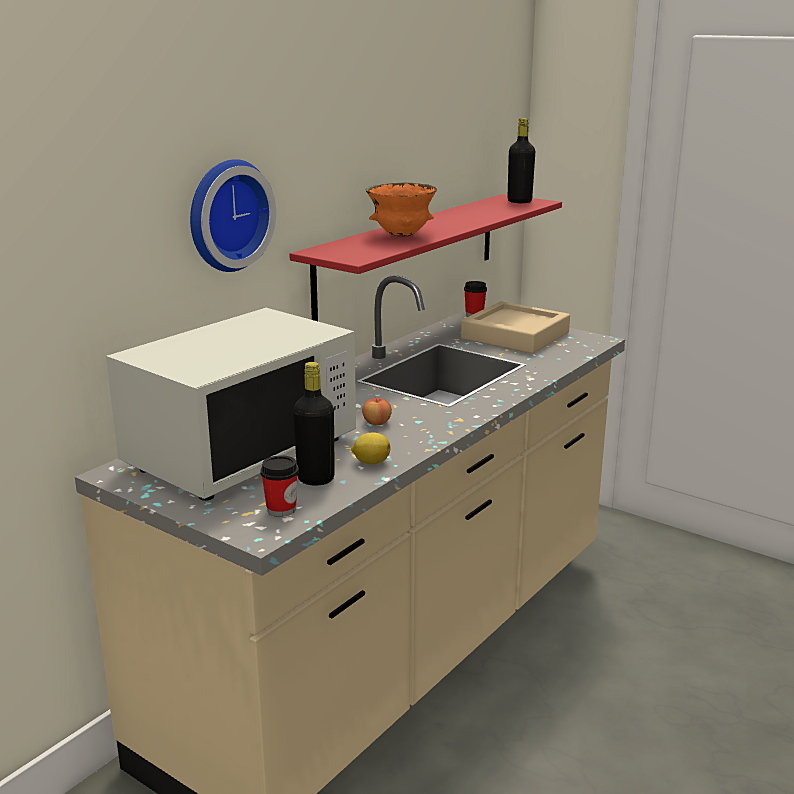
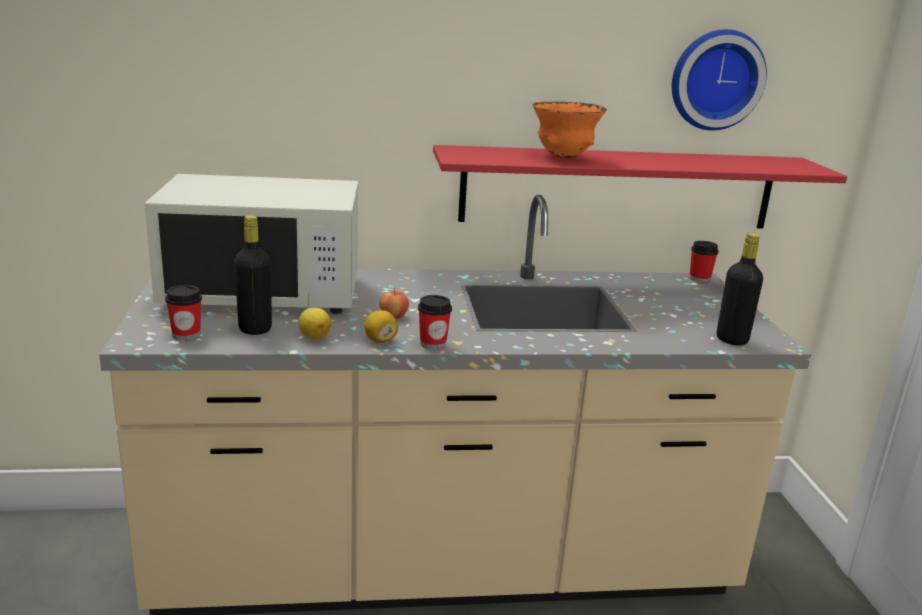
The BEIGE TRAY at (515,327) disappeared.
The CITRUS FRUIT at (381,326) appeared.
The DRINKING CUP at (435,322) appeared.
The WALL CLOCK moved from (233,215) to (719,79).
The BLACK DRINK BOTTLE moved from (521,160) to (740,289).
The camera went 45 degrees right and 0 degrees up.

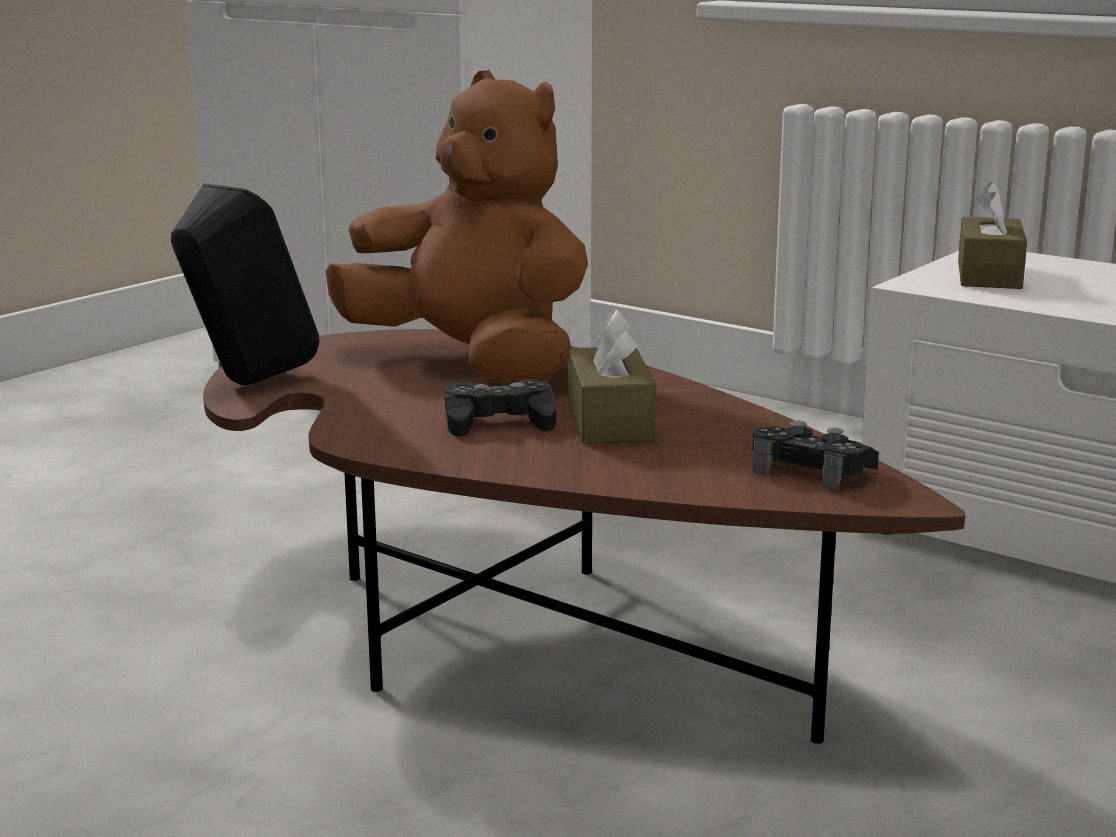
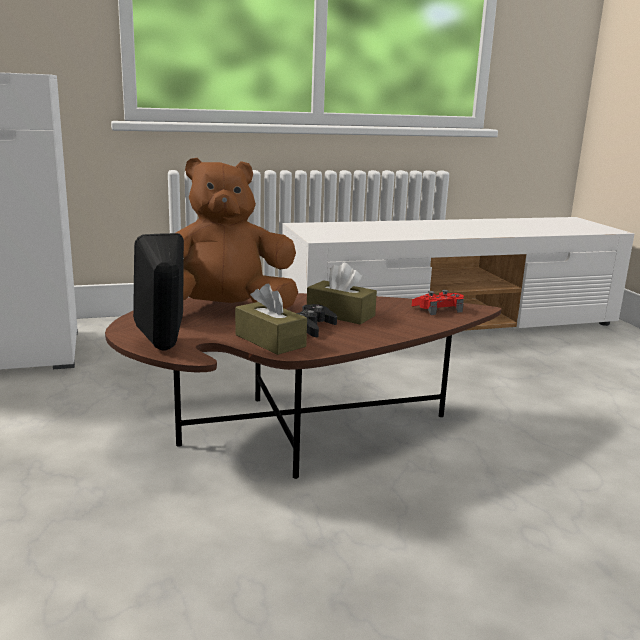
The BROWN-COLOURED BOX OF TISSUES moved from (992,235) to (271,319).
The BLACK GAME CONTROLLER at (815,455) became the RED-COLOURED GAME CONTROLLER at (438,302).
The camera went 55 degrees left and 0 degrees up.

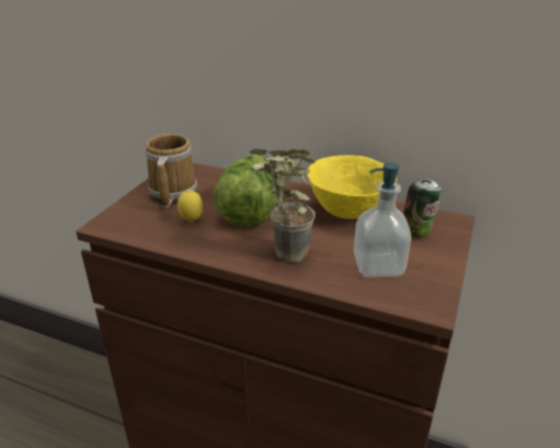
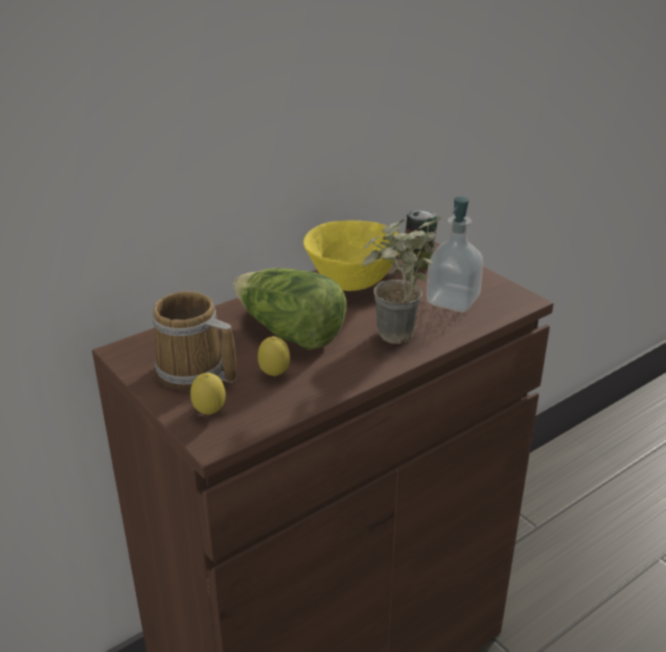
The CITRUS FRUIT at (208,394) appeared.
The camera went 60 degrees left and 0 degrees up.

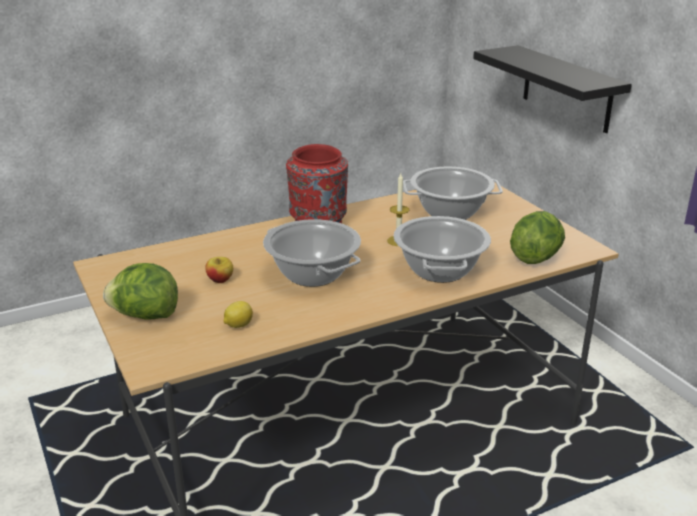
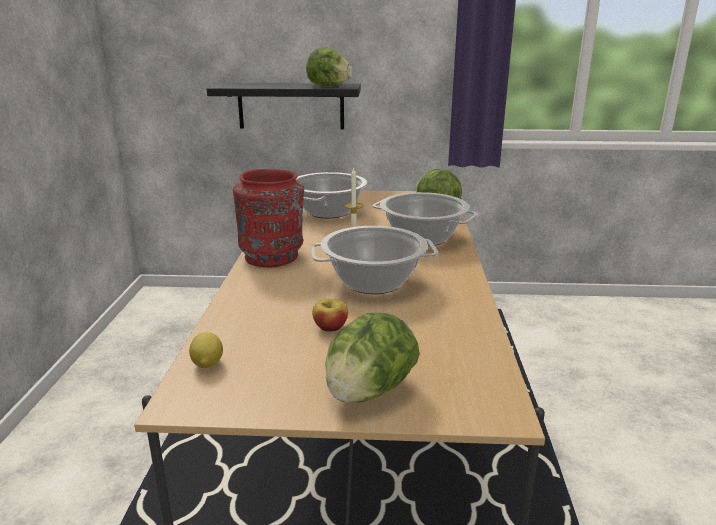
The HEAD OF LETTUCE at (329,67) appeared.
The CITRUS FRUIT moved from (238,314) to (206,350).
The camera went 60 degrees left and 5 degrees down.

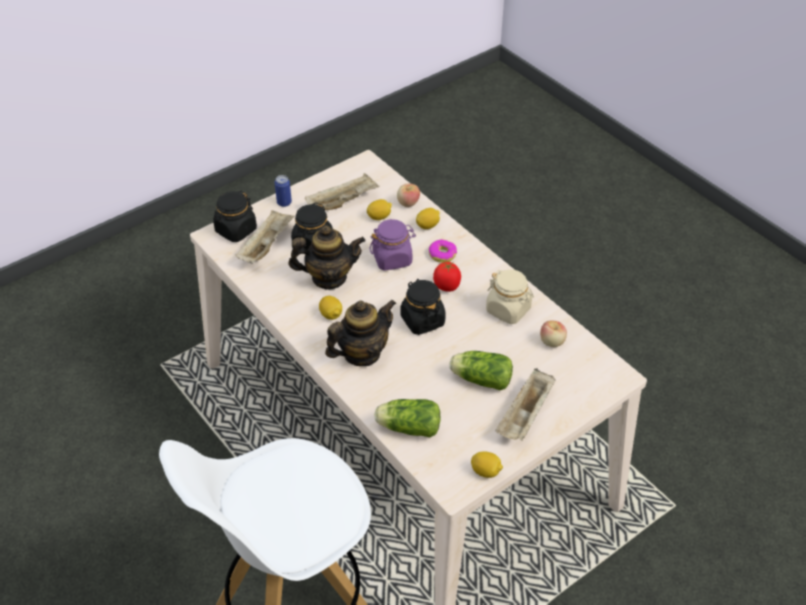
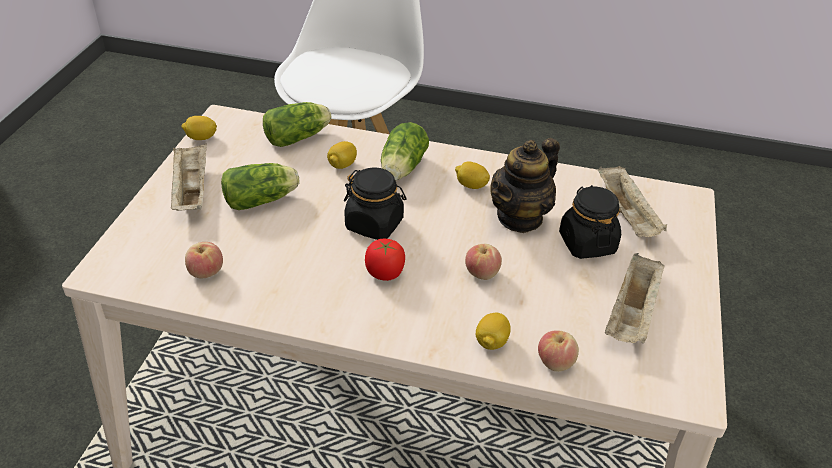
The BLACK STORAGE JAR at (235,216) disappeared.
The SEALED CAN at (283,191) disappeared.
The DONUT at (442,251) disappeared.
The BEIGE STORAGE JAR at (510,297) disappeared.
The CITRUS FRUIT moved from (379,209) to (342,155).
The POT FOR TEA at (360,333) was replaced by the HEAD OF LETTUCE at (405,151).
The PURPLE-COLOURED STORAGE JAR at (392,245) was replaced by the APPLE at (483,262).
The camera went 140 degrees right and 5 degrees down.

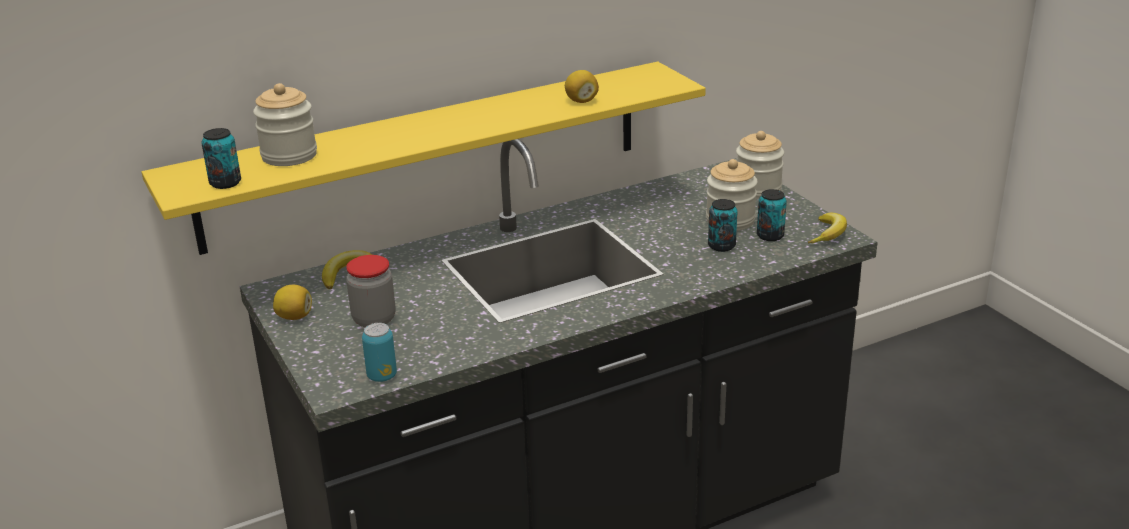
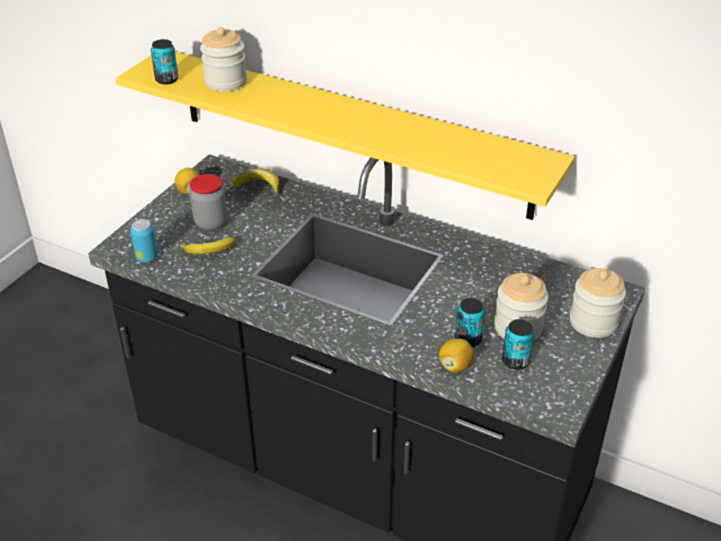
The CITRUS FRUIT moved from (582,86) to (456,355).
The BANANA moved from (827,228) to (207,245).
The camera went 55 degrees right and 10 degrees up.

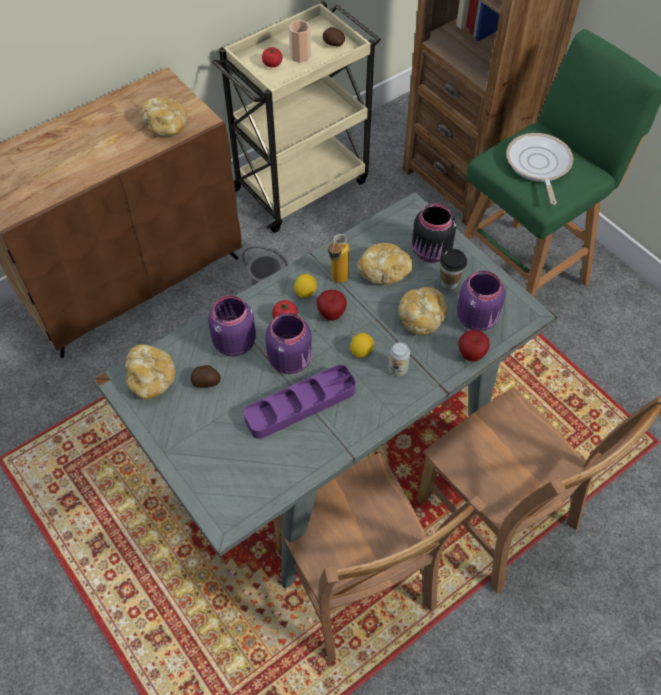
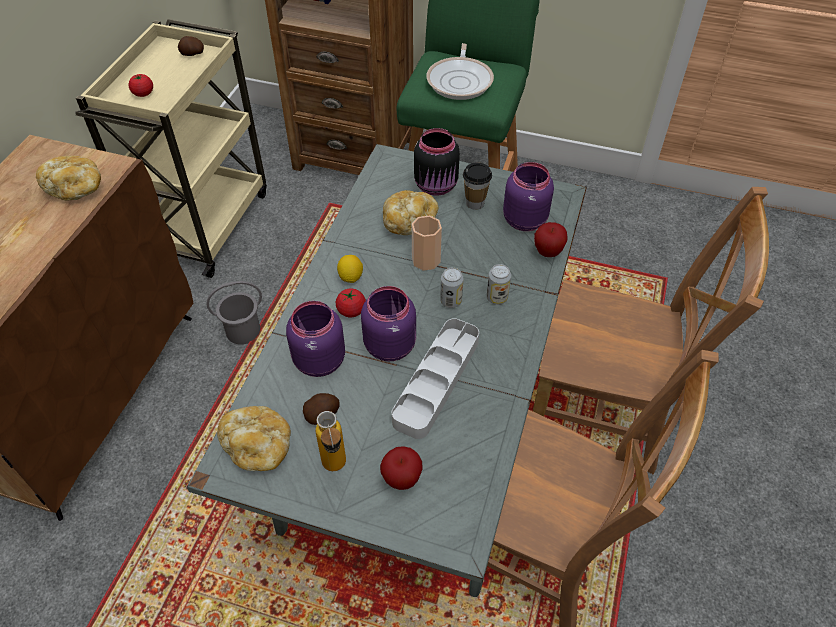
The BAKERY BREAD at (422,311) disappeared.
The DRINKING CUP moved from (300,41) to (427,243).
The APPLE moved from (331,305) to (401,468).
The DRINK BOTTLE moved from (338,258) to (331,441).
The CITRUS FRUIT at (362,345) was replaced by the SEALED CAN at (451,287).
The PURPLE-COLOURED TRAY at (300,402) became the GRAY TRAY at (435,378).
The FRYING PAN at (539,169) turned 135 degrees counterclockwise.
The camera went 35 degrees left and 5 degrees down.

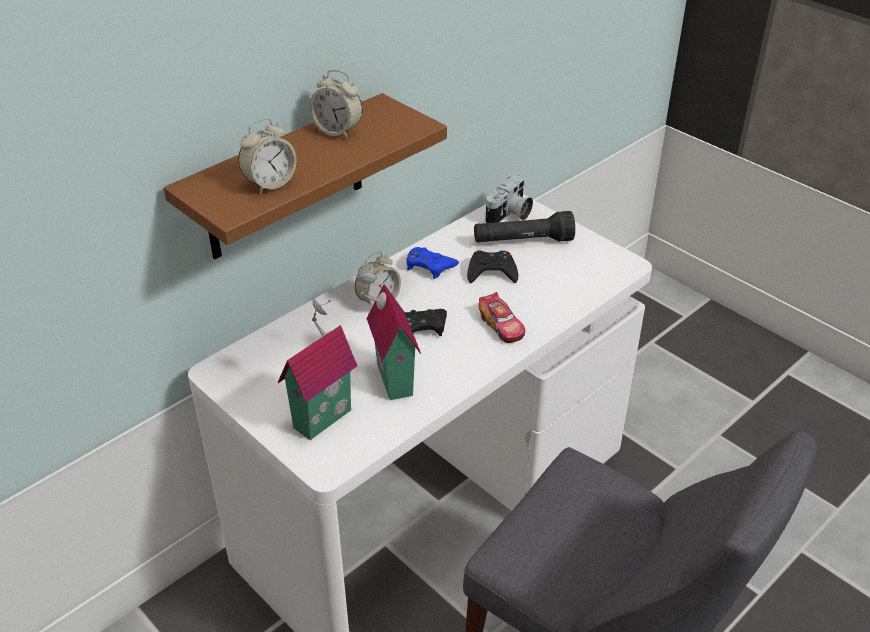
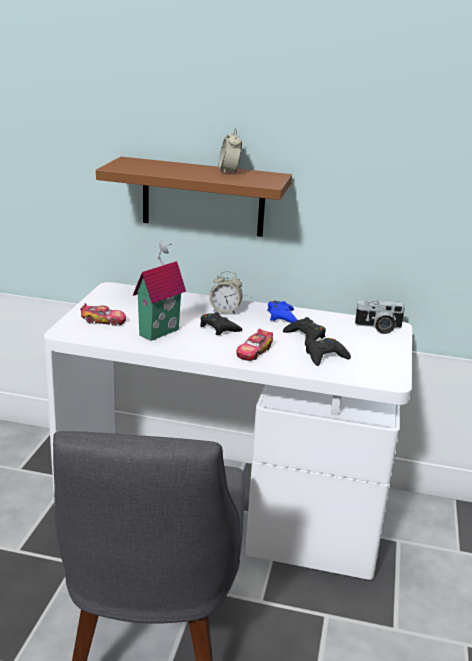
The BEDSIDE CLOCK at (267,156) disappeared.
The BLACK TORCH at (524,226) disappeared.
The BLACK GAME CONTROLLER at (328,352) appeared.
The TOY HOUSE at (317,369) was replaced by the TOY CAR at (103,314).
The camera went 55 degrees right and 15 degrees down.

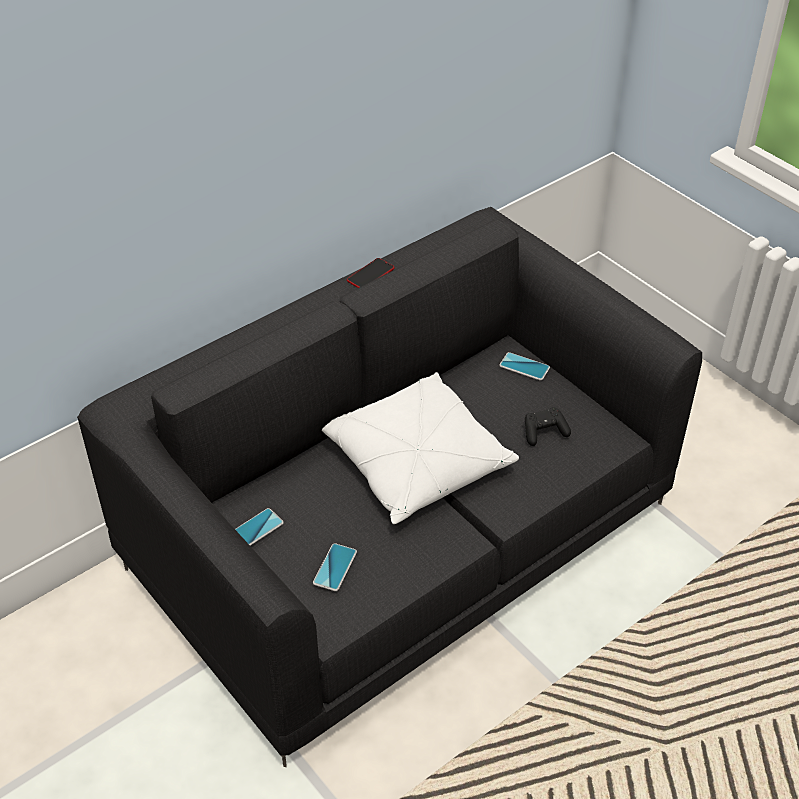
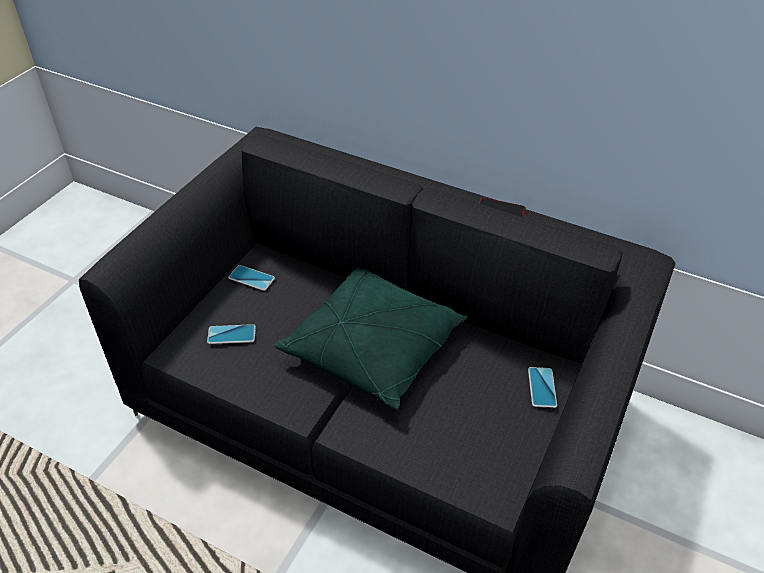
The BLACK GAME CONTROLLER at (548,426) disappeared.
The WHITE-COLOURED CUSHION at (420,448) became the GREEN-COLOURED CUSHION at (371,339).
The camera went 65 degrees right and 0 degrees up.

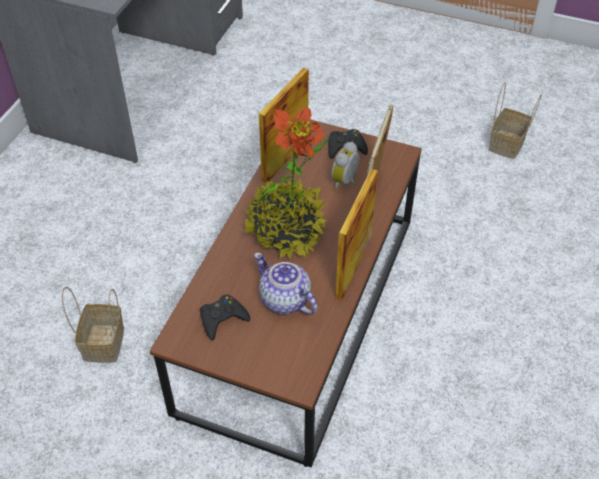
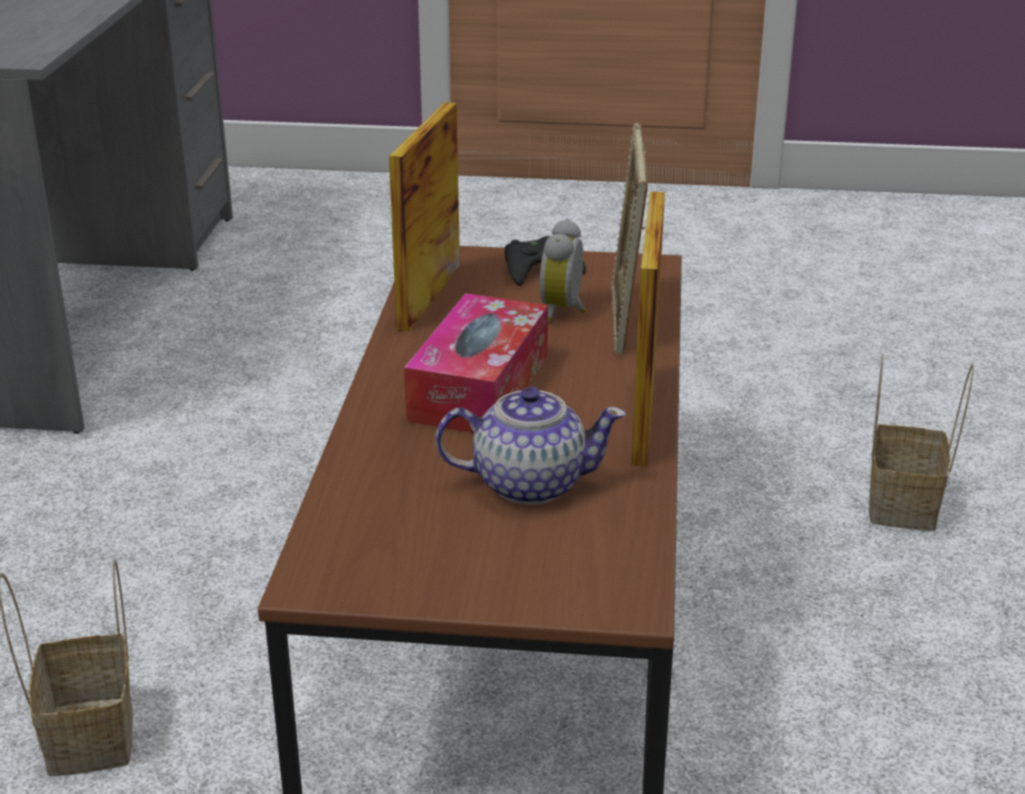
The BLACK GAME CONTROLLER at (225,317) disappeared.
The BASKET moved from (515,120) to (921,442).
The HOUSEPLANT at (286,182) was replaced by the BOX OF TISSUES at (476,363).
The POT FOR TEA at (286,283) turned 150 degrees clockwise.
The camera went 15 degrees left and 20 degrees down.

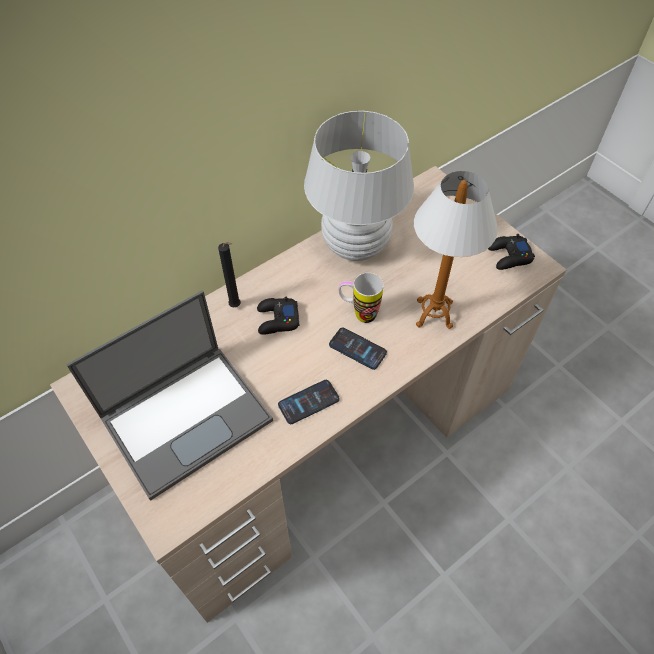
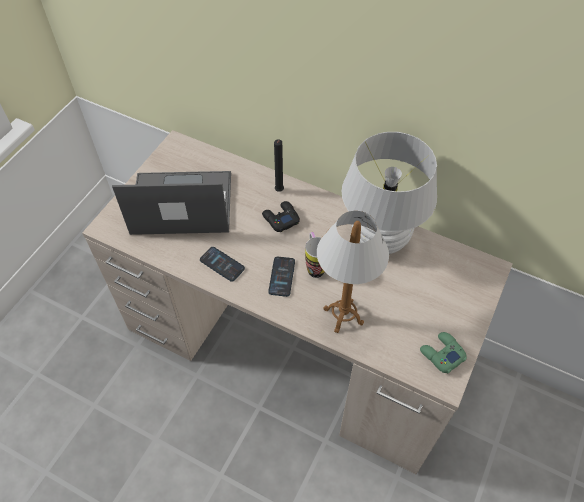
The BLACK GAME CONTROLLER at (511,252) became the GREEN-COLOURED GAME CONTROLLER at (443,352).
The NOTEBOOK COMPUTER at (169,395) turned 150 degrees clockwise.
The camera went 65 degrees right and 0 degrees up.

